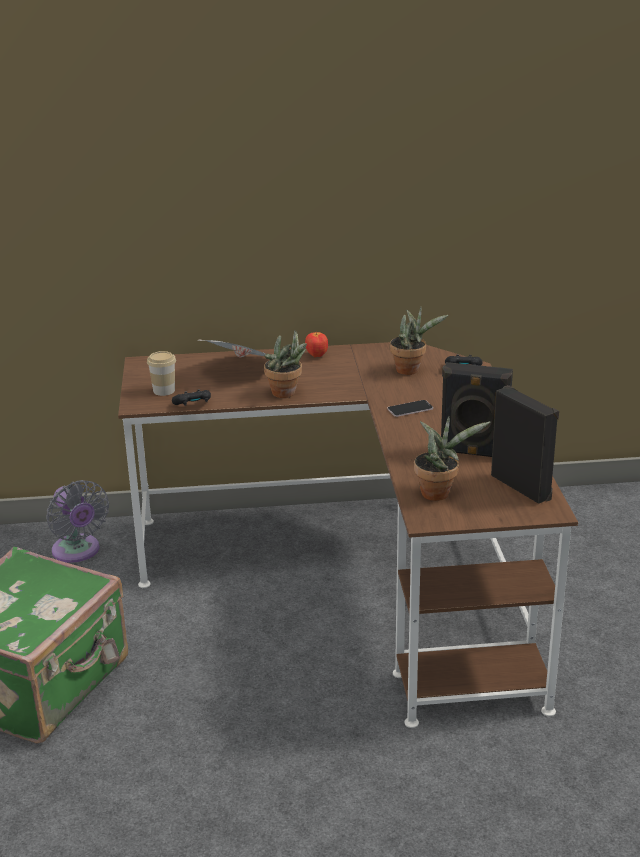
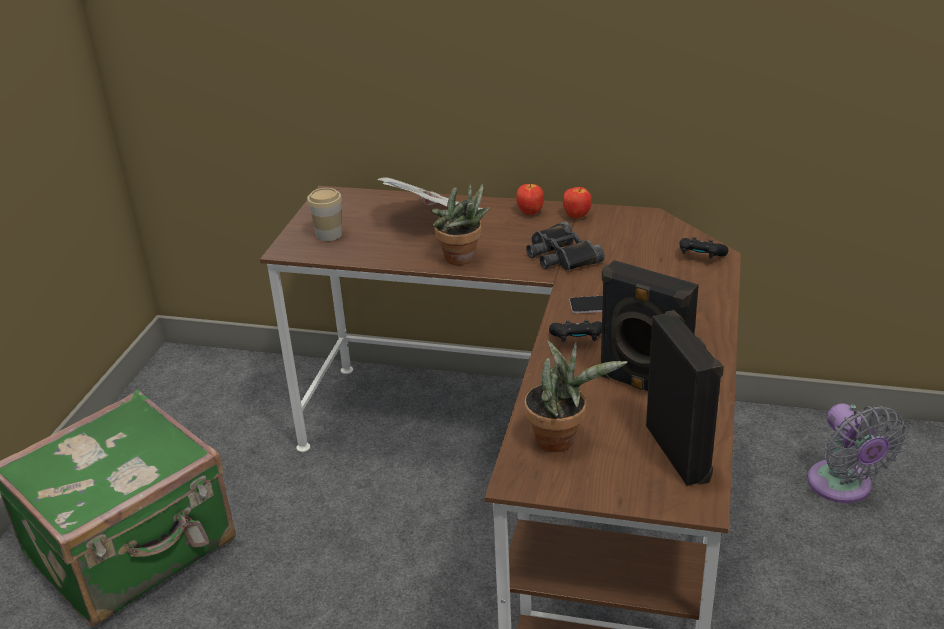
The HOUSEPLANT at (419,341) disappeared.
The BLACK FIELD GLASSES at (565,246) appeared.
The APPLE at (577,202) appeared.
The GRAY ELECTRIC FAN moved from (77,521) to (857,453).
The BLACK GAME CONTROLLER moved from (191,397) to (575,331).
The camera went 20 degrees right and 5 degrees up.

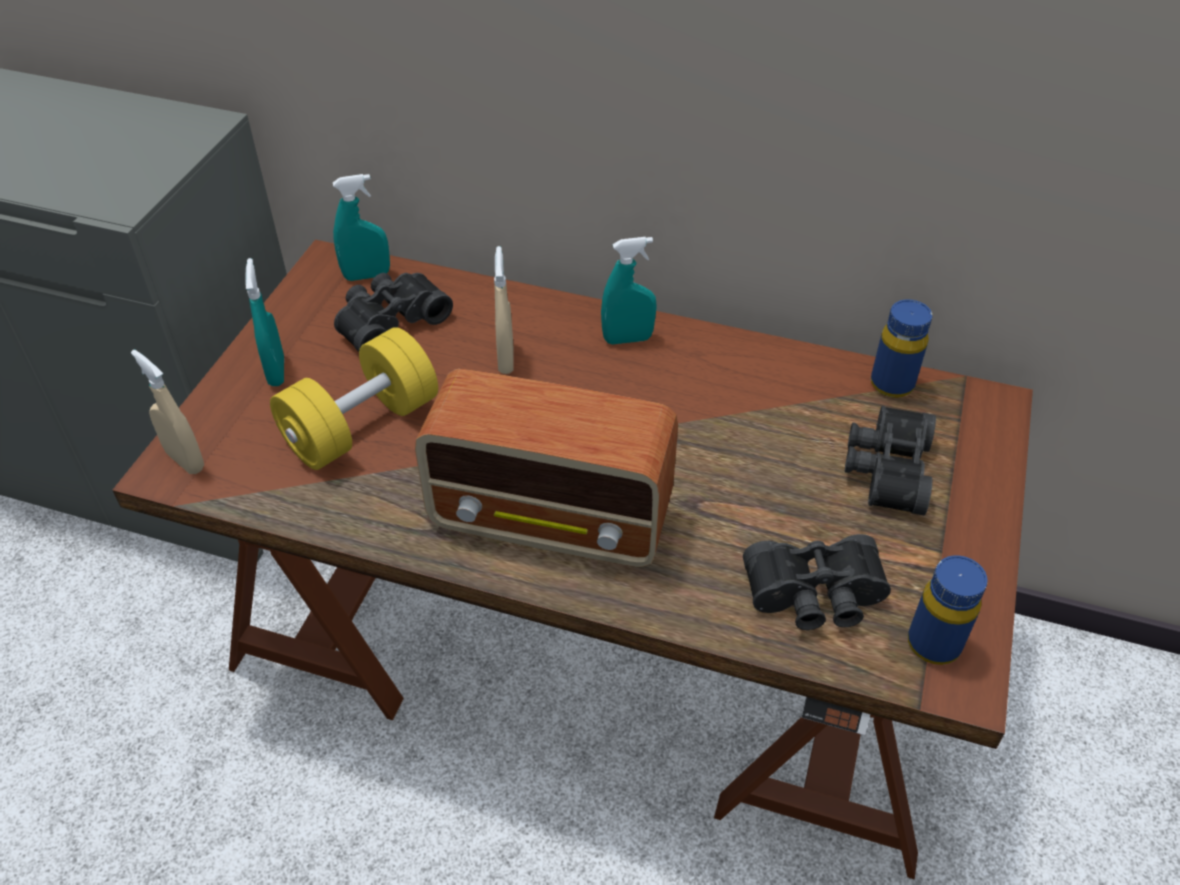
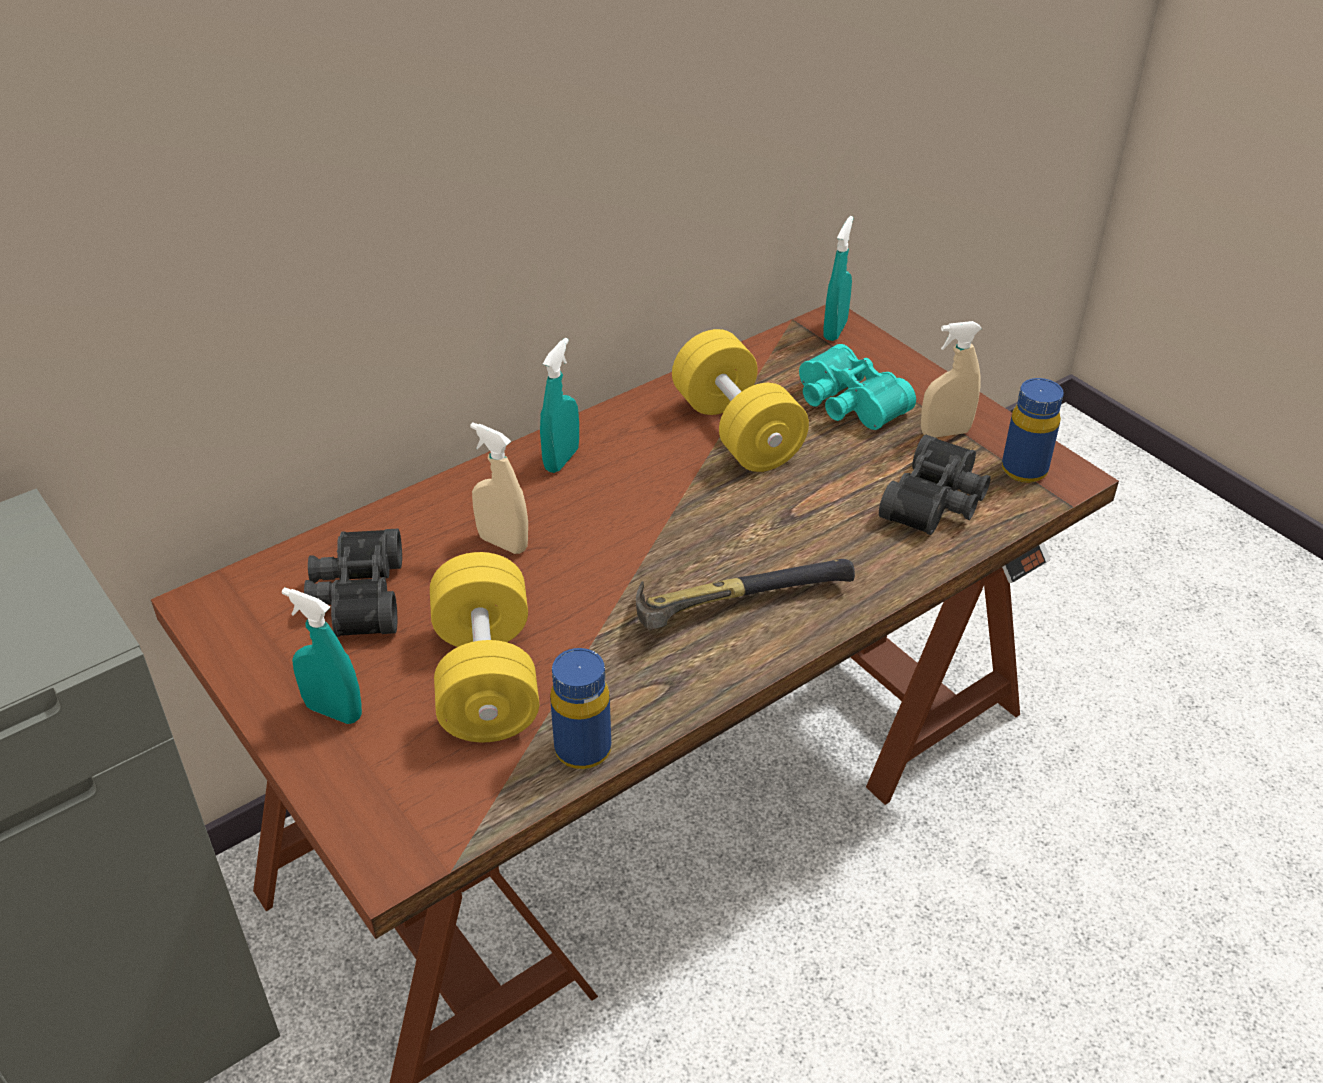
The YELLOW-COLOURED FREE WEIGHT at (740,400) appeared.
The BEIGE HAND SPRAYER moved from (167,412) to (951,379).
The TURQUOISE-COLOURED HAND SPRAYER moved from (361,227) to (838,278).
The BLUISH DRINK BOTTLE moved from (901,348) to (580,708).
The RADIO RECEIVER at (546,468) was replaced by the TOOL HAMMER at (745,594).
The BLACK FIELD GLASSES at (890,460) became the TURQUOISE-COLOURED FIELD GLASSES at (857,387).
The camera went 55 degrees left and 5 degrees down.

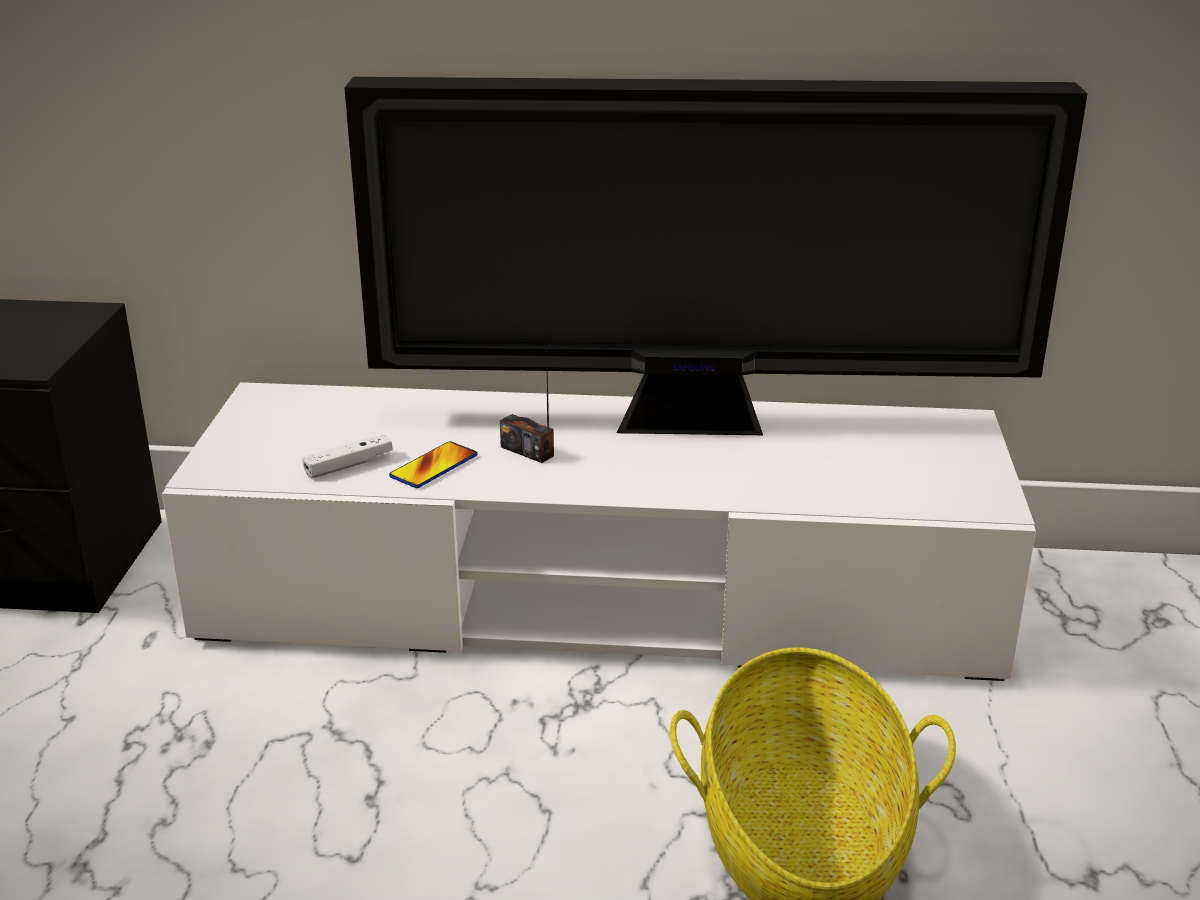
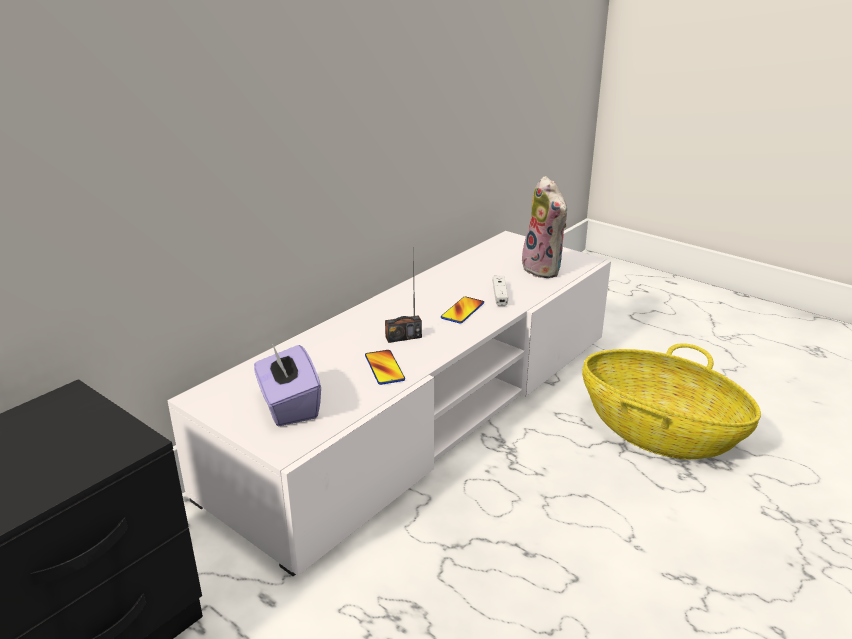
The TELEVISION at (716,256) disappeared.
The PURPLE-COLOURED BOX OF TISSUES at (287,384) appeared.
The HANDSET at (462,310) appeared.
The SOFT TOY at (544,227) appeared.
The WHITE-COLOURED GAME CONTROLLER moved from (347,456) to (500,291).
The camera went 55 degrees left and 0 degrees up.

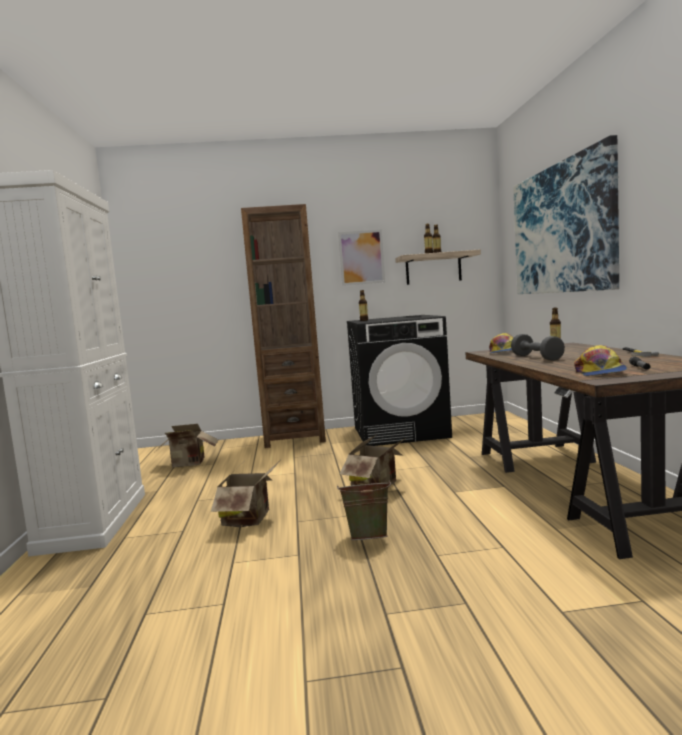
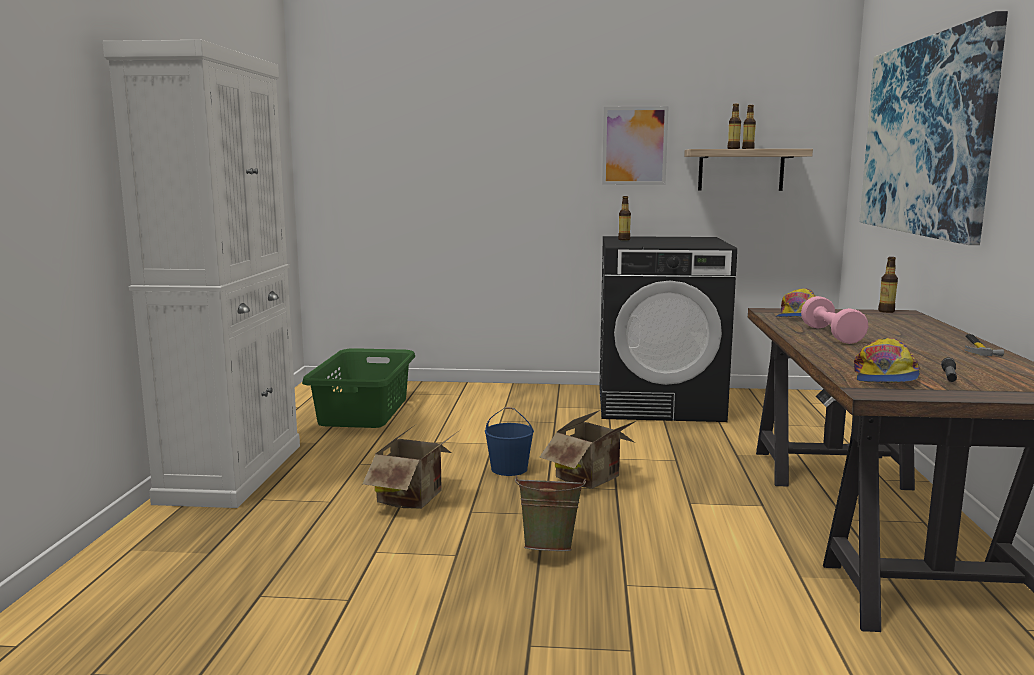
The BROWN-COLOURED BOOKSHELF at (283,326) disappeared.
The BLUISH BUCKET at (509,441) appeared.
The CARTON at (187,446) was replaced by the GREEN-COLOURED HAMPER at (358,388).
The GRAY FREE WEIGHT at (538,347) became the PINKISH FREE WEIGHT at (834,320).
The camera went 10 degrees right and 5 degrees up.

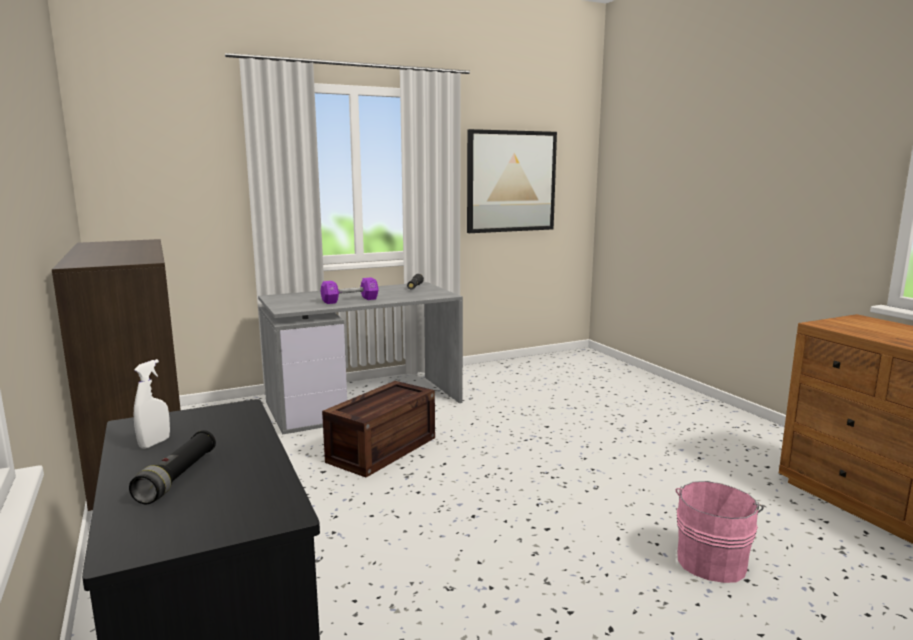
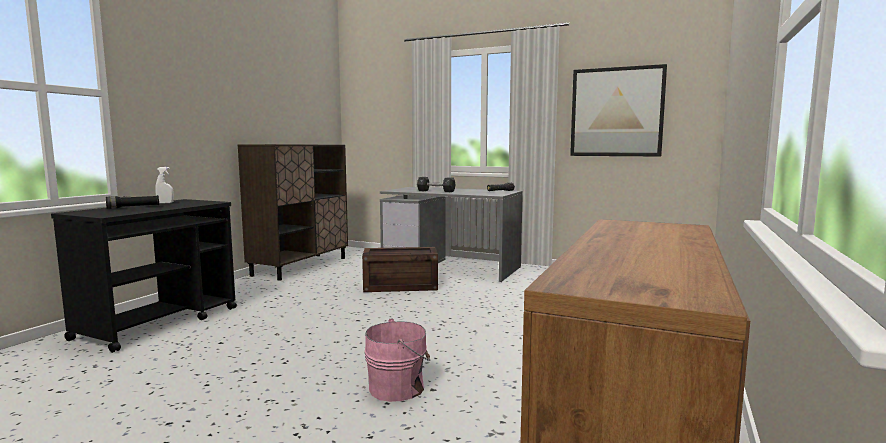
The PURPLE-COLOURED FREE WEIGHT at (349,291) became the BLACK FREE WEIGHT at (436,184).
The camera went 50 degrees right and 5 degrees down.

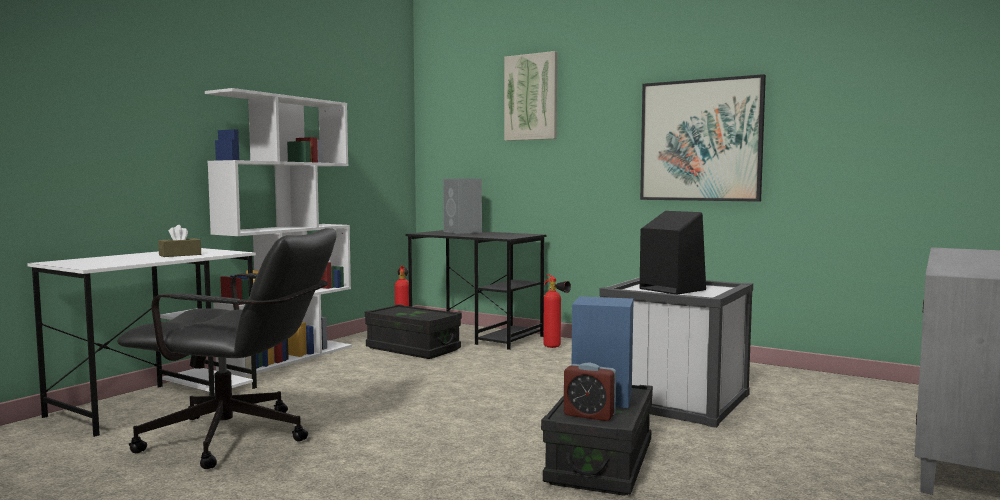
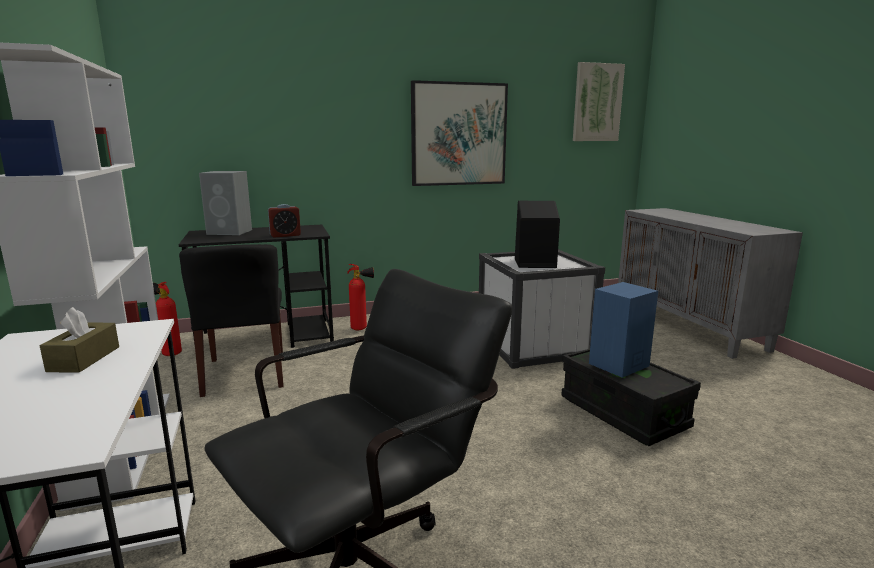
The WALL PICTURE moved from (530,96) to (599,101).
The BEDSIDE CLOCK moved from (590,392) to (284,221).
The BLACK STORAGE BIN at (413,331) was replaced by the BLACK CHAIR at (231,320).
The camera went 50 degrees left and 10 degrees up.

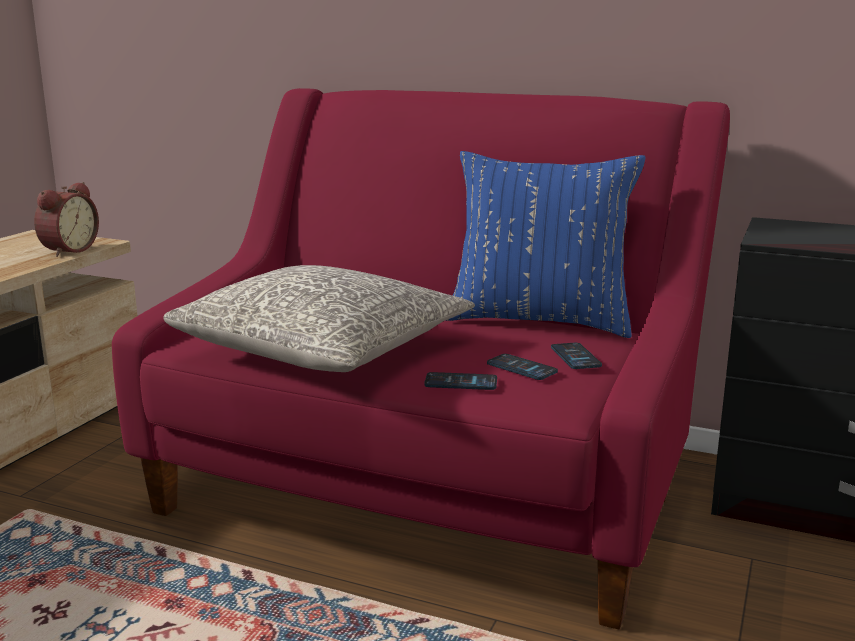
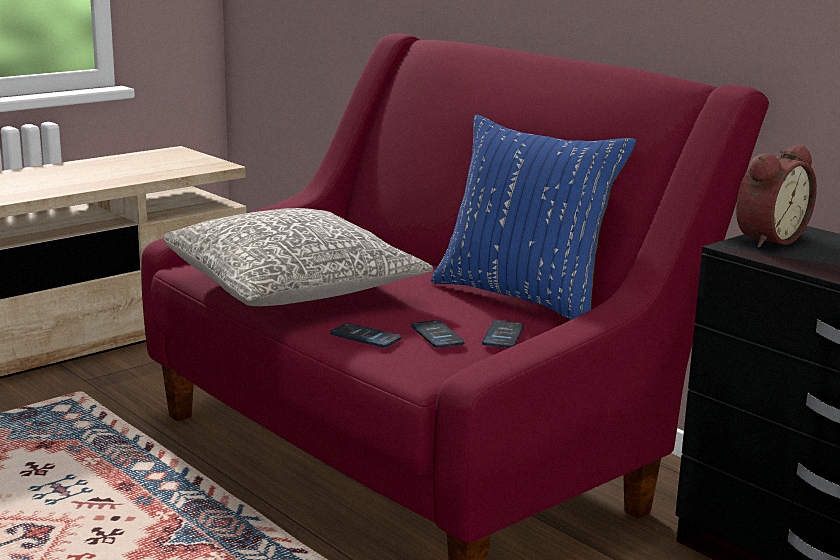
The BEDSIDE CLOCK moved from (66,219) to (776,196).
The camera went 25 degrees right and 0 degrees up.

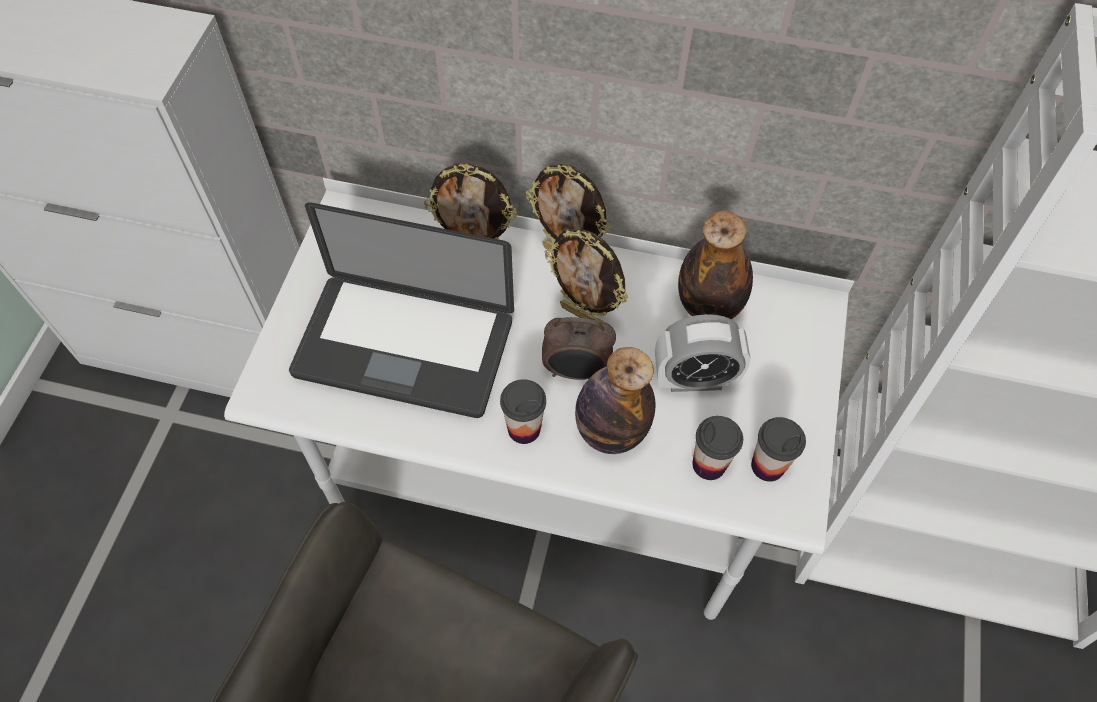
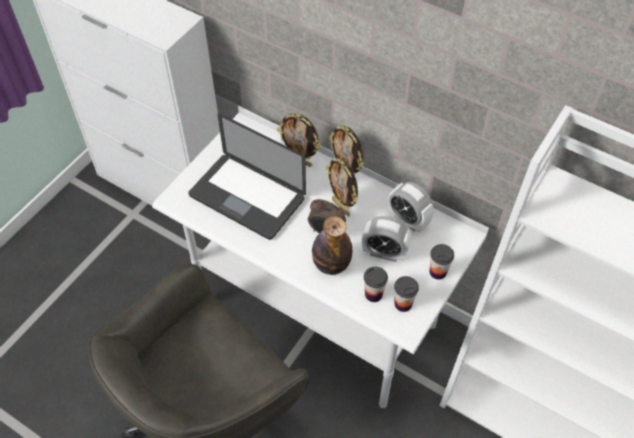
The DRINKING CUP moved from (523,411) to (442,262).
The DRINK BOTTLE at (715,265) was replaced by the BEDSIDE CLOCK at (411,207).
The camera went 20 degrees right and 5 degrees down.

